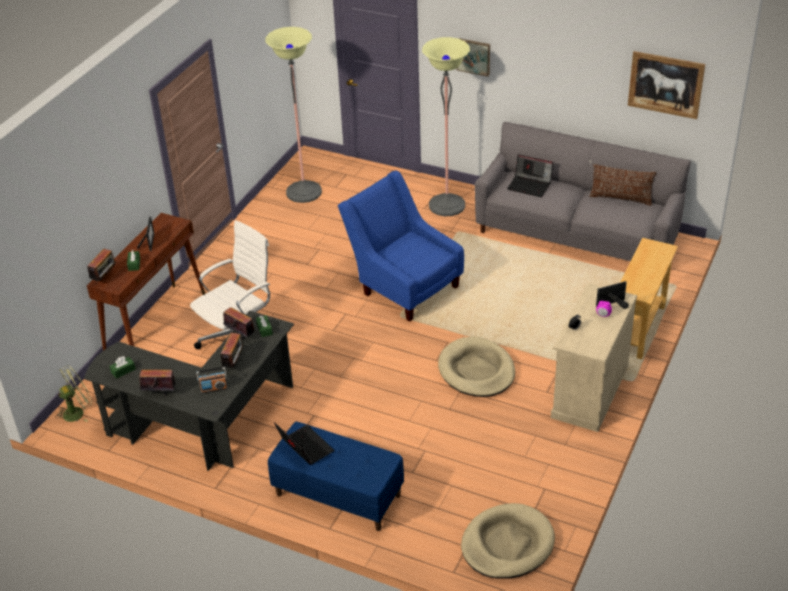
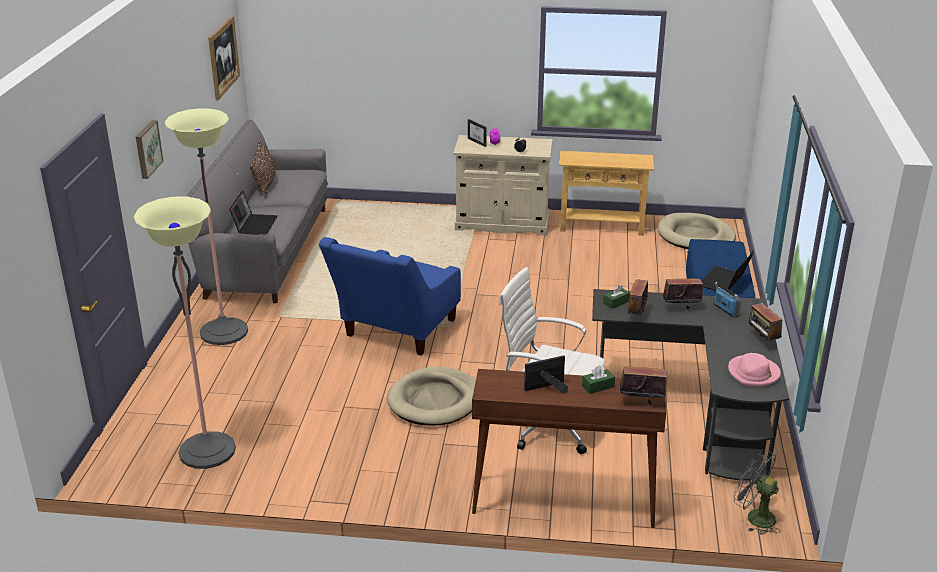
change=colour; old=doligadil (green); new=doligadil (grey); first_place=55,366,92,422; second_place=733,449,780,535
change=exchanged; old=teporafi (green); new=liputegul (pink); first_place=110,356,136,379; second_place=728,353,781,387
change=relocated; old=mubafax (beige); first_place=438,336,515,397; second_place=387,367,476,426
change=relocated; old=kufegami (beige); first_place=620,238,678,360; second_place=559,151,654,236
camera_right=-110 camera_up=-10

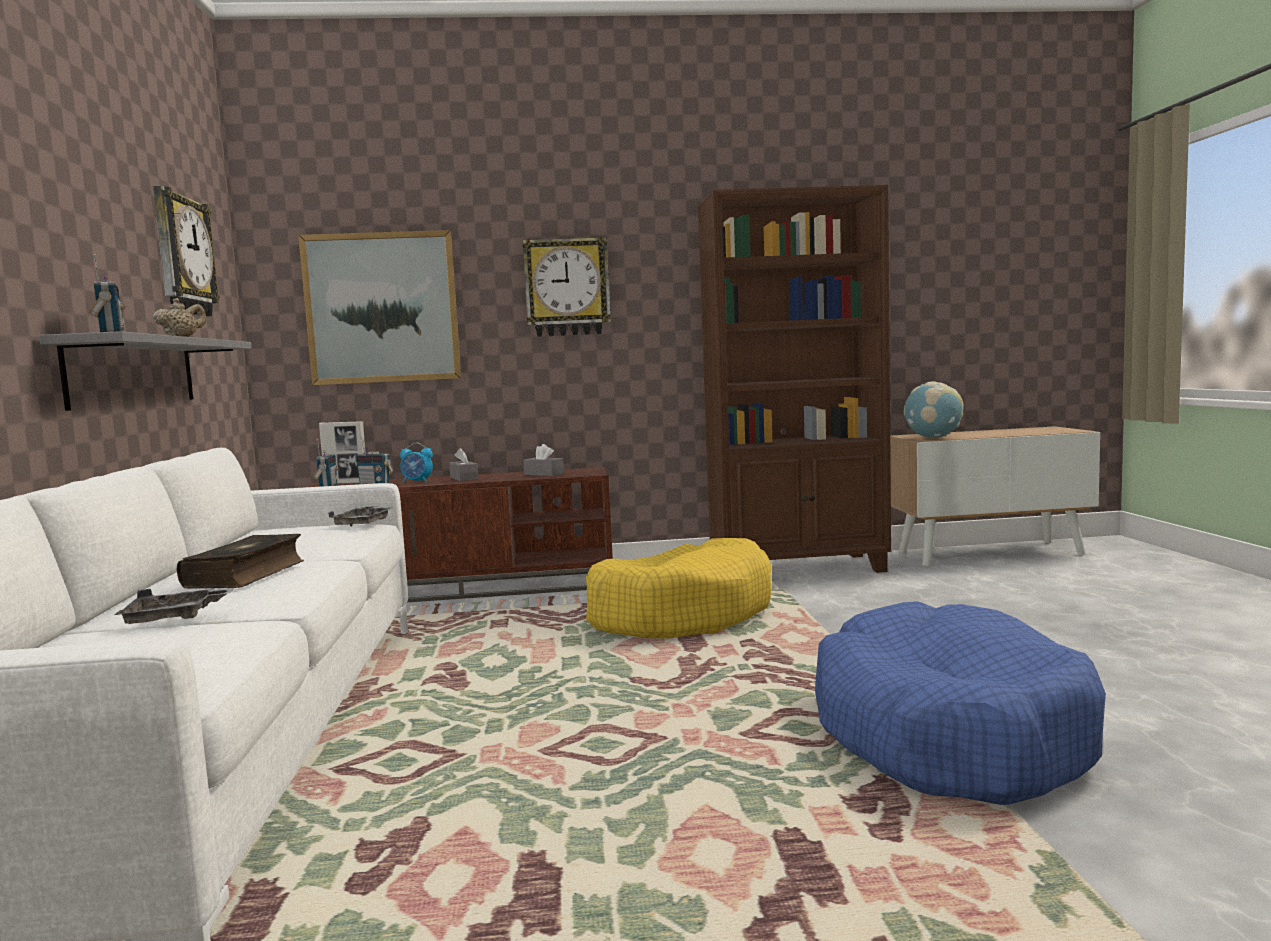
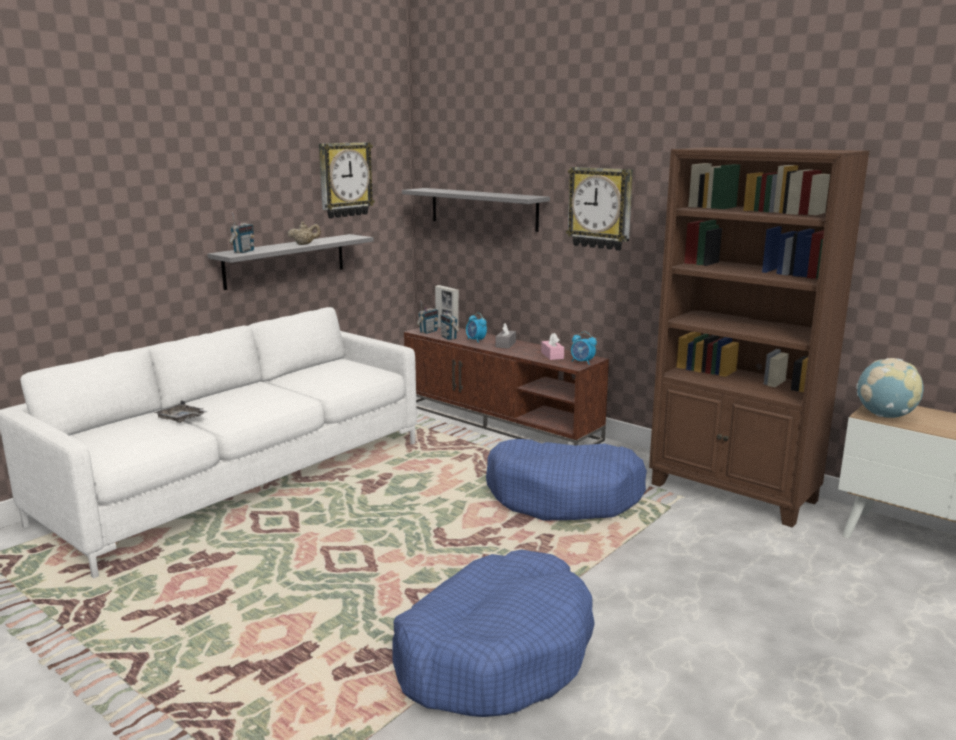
change=missing; old=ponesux; first_place=177,534,304,589
change=exchanged; old=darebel; new=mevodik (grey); first_place=298,230,461,385; second_place=402,188,550,232
change=missing; old=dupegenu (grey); first_place=328,506,394,527
change=colour; old=teporafi (grey); new=teporafi (pink); first_place=523,444,564,476; second_place=541,333,564,360
change=colour; old=mubafax (yellow); new=mubafax (blue); first_place=586,538,772,639; second_place=486,439,647,521
change=appeared; new=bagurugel; second_place=571,332,597,364
camera_right=45 camera_up=10

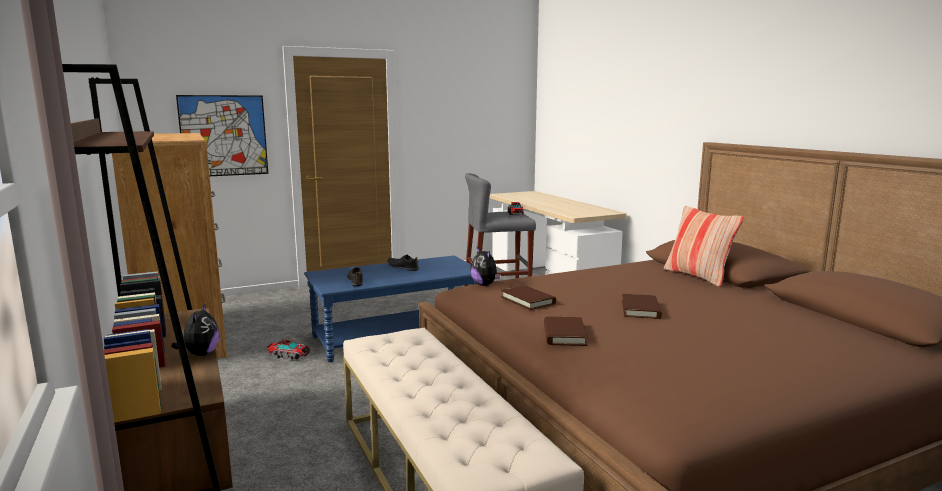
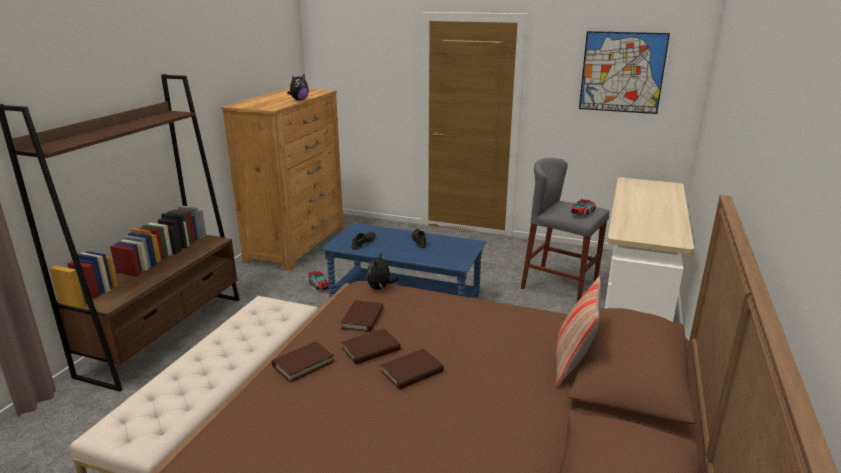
change=relocated; old=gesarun; first_place=171,304,220,356; second_place=287,74,309,100
change=relocated; old=darebel; first_place=176,95,268,176; second_place=579,31,670,114
change=appeared; new=ponesux (brown); second_place=341,328,401,365
camera_right=45 camera_up=10

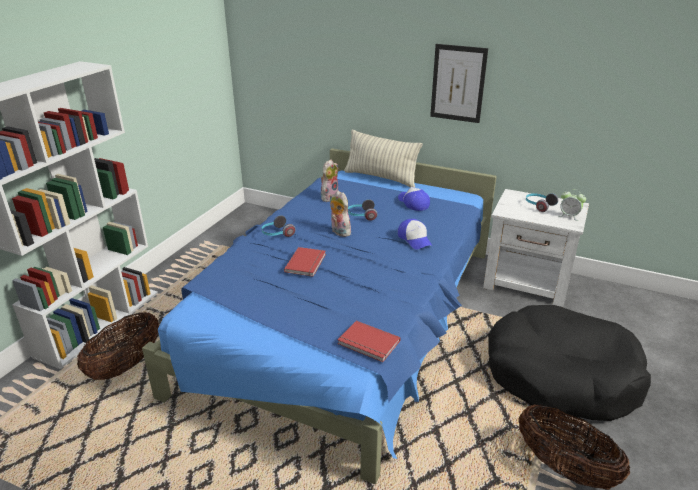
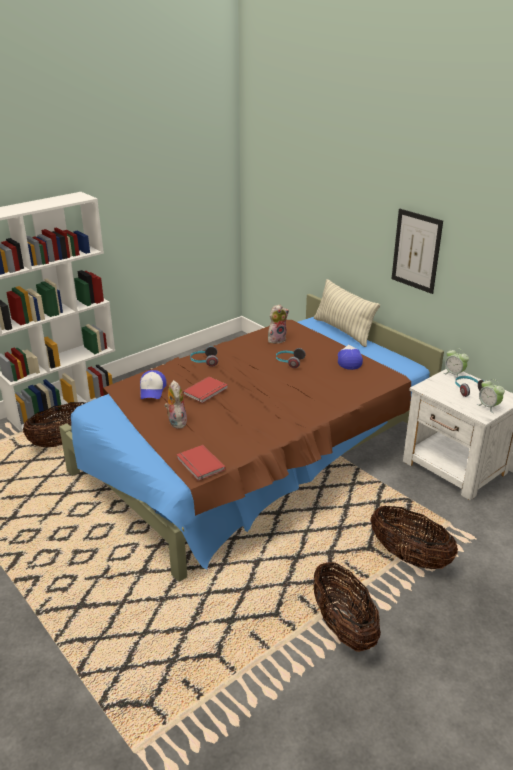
change=colour; old=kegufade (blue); new=kegufade (brown); first_place=142,148,497,484; second_place=59,294,444,582
change=relocated; old=gesarun; first_place=330,191,351,237; second_place=164,380,187,429
change=relocated; old=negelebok; first_place=398,219,432,249; second_place=140,370,167,399
change=exchanged; old=mubafax (black); new=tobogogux; first_place=488,305,651,421; second_place=370,505,458,569
change=appeared; new=bagurugel; second_place=444,348,469,380
camera_right=25 camera_up=0

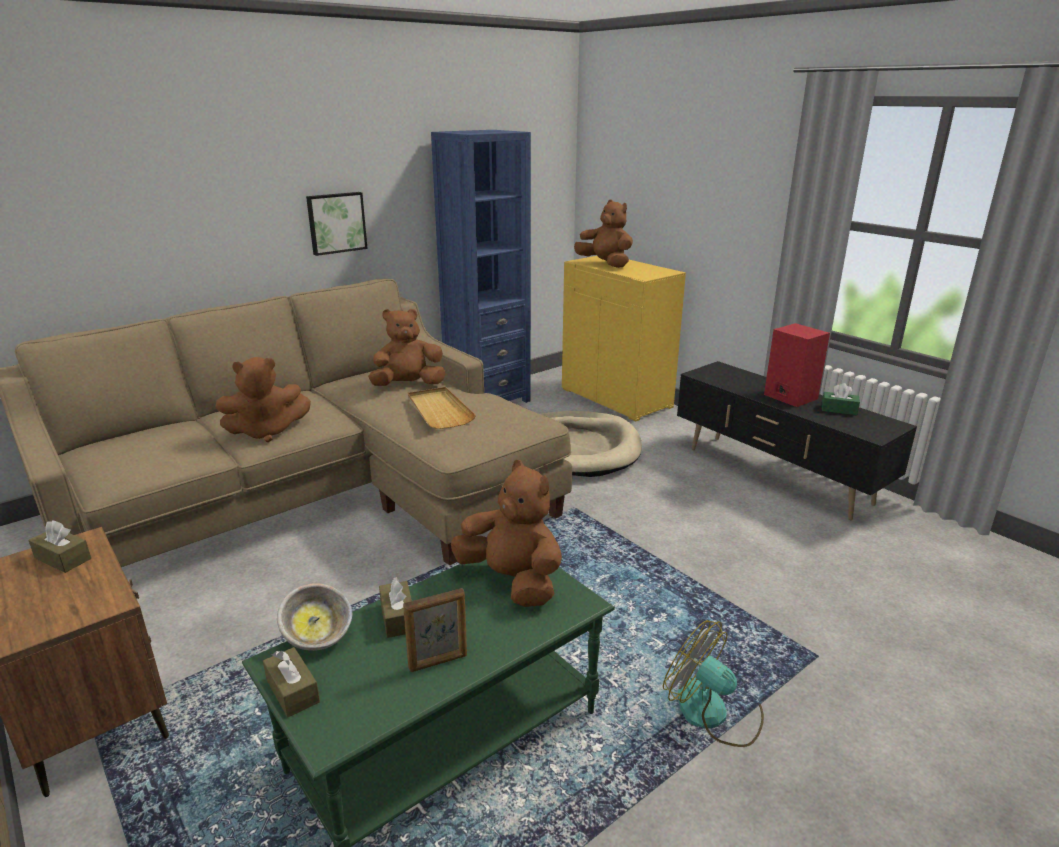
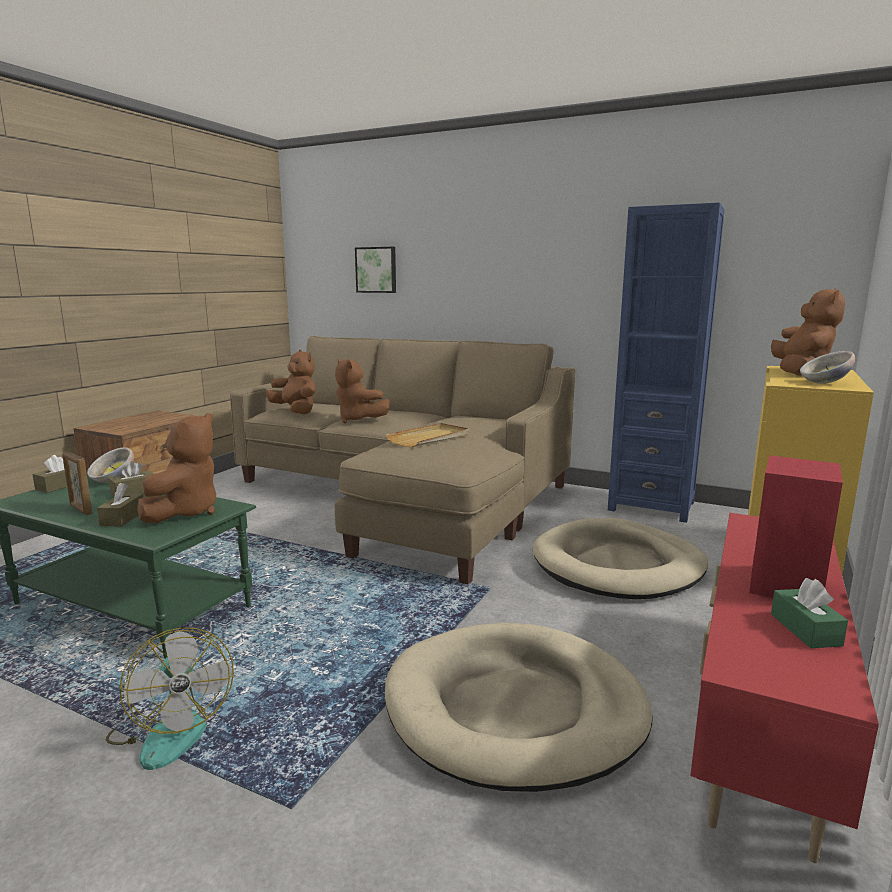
change=relocated; old=teporafi (brown); first_place=28,520,91,573; second_place=97,483,143,527
change=relocated; old=darebel; first_place=306,192,368,256; second_place=355,247,396,293
change=relocated; old=gesarun (brown); first_place=368,309,446,386; second_place=265,350,316,414
change=spun; old=doligadil; first_place=663,620,764,747; second_place=106,627,234,770; degrees=135
change=colour; old=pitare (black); new=pitare (red); first_place=677,361,917,520; second_place=690,513,879,863
change=appeared; new=mubafax (beige); second_place=385,623,652,792
change=appeared; new=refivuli; second_place=800,351,855,384
camera_right=65 camera_up=-10

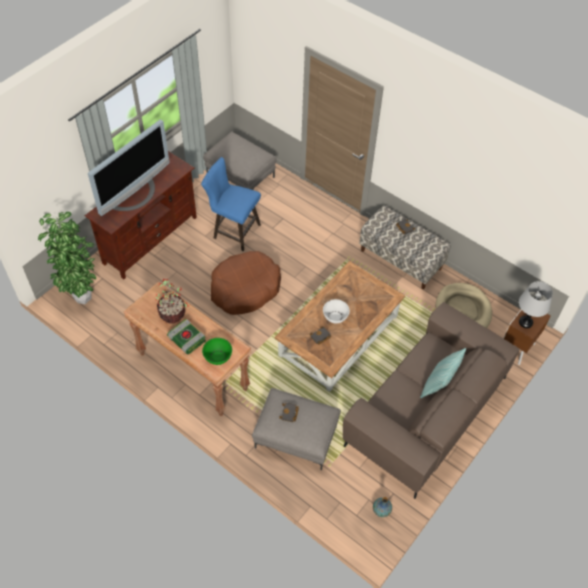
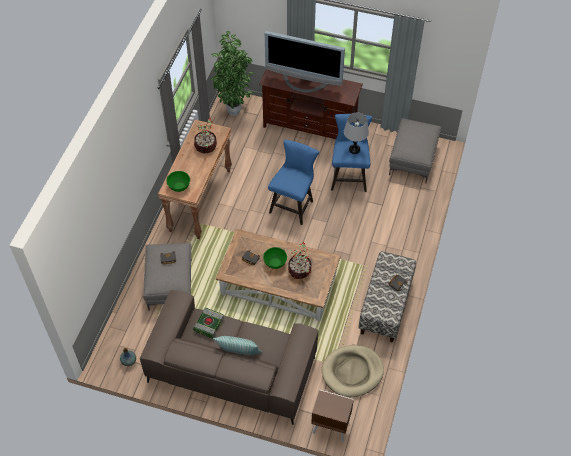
change=relocated; old=ponesux; first_place=167,319,206,355; second_place=193,308,224,338
change=exchanged; old=mubafax (brown); new=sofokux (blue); first_place=211,251,281,315; second_place=268,139,319,225
change=colour; old=refivuli (white); new=refivuli (green); first_place=323,299,350,323; second_place=263,247,287,269
change=relocated; old=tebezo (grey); first_place=519,281,553,328; second_place=344,113,369,154
change=appeared; new=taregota; second_place=288,242,311,279
camera_right=70 camera_up=0

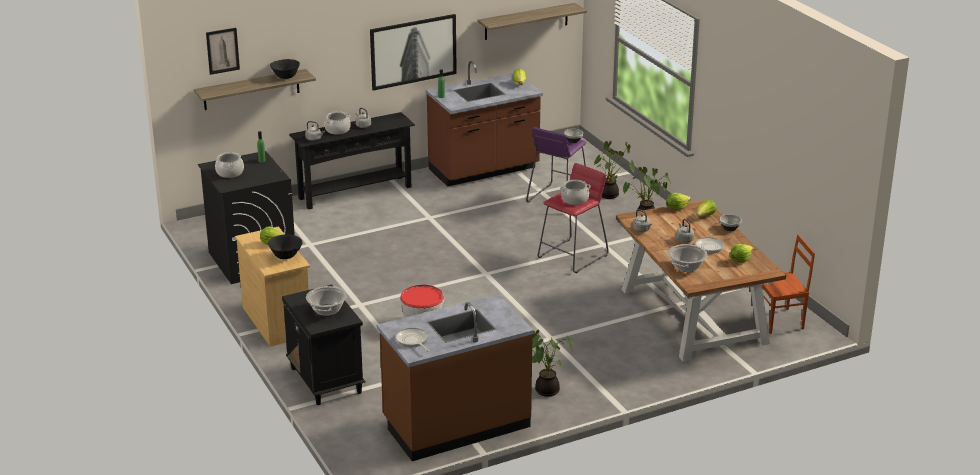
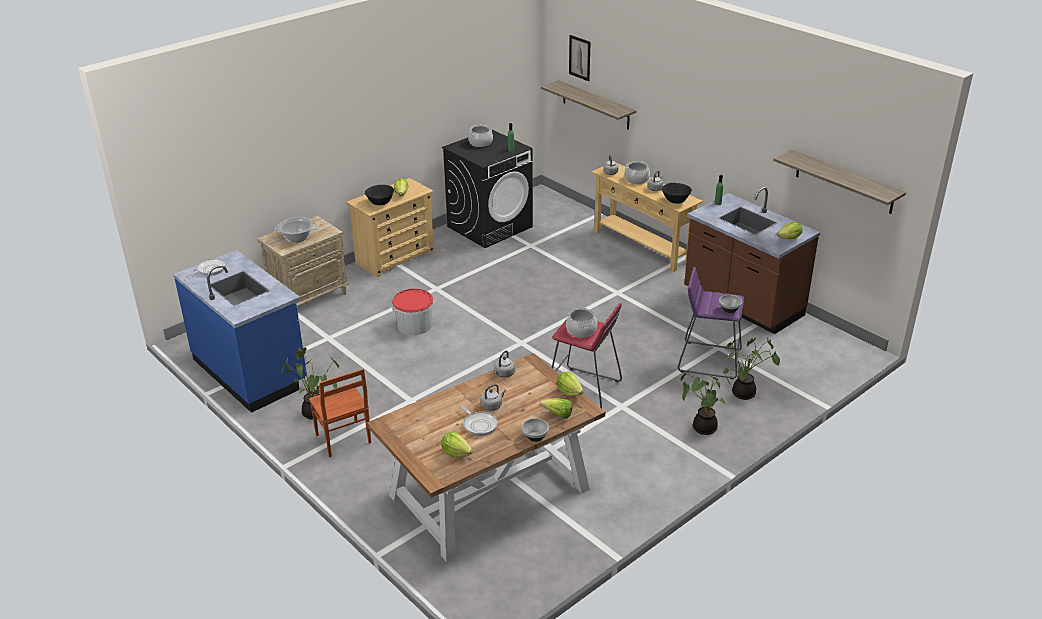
change=relocated; old=refivuli (black); first_place=270,59,300,79; second_place=662,183,692,204
change=colour; old=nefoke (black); new=nefoke (beige); first_place=282,285,366,405; second_place=258,216,350,306
change=colour; old=kufegami (black); new=kufegami (beige); first_place=289,112,415,210; second_place=591,163,703,272
change=missing; old=darebel; first_place=370,14,457,91
change=colour; old=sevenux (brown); new=sevenux (blue); first_place=377,294,534,461; second_place=173,250,307,413
change=missing; old=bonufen; first_place=668,244,708,272
change=relocated; old=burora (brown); first_place=762,234,815,334; second_place=309,369,371,457
camera_right=75 camera_up=5

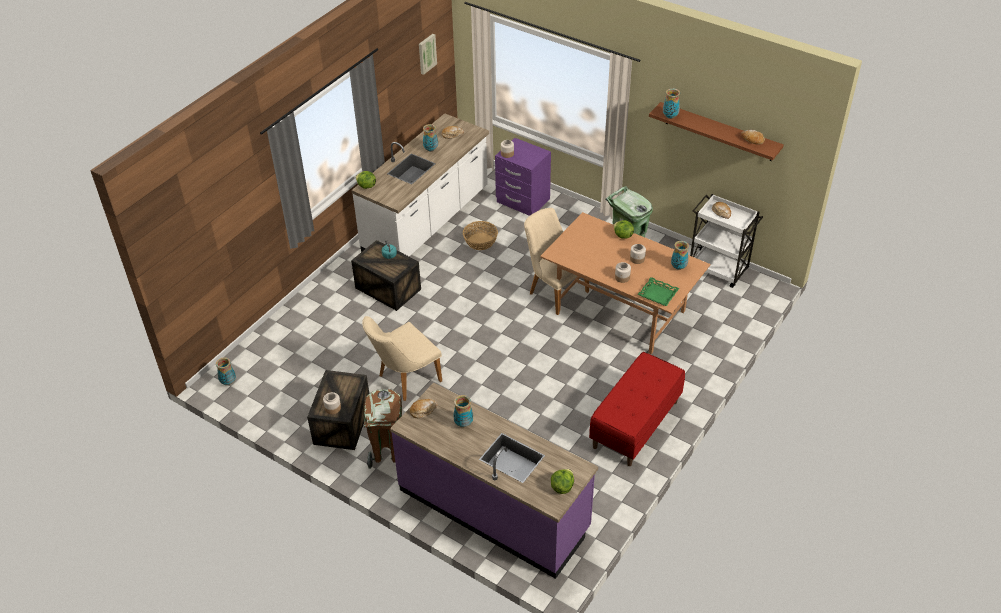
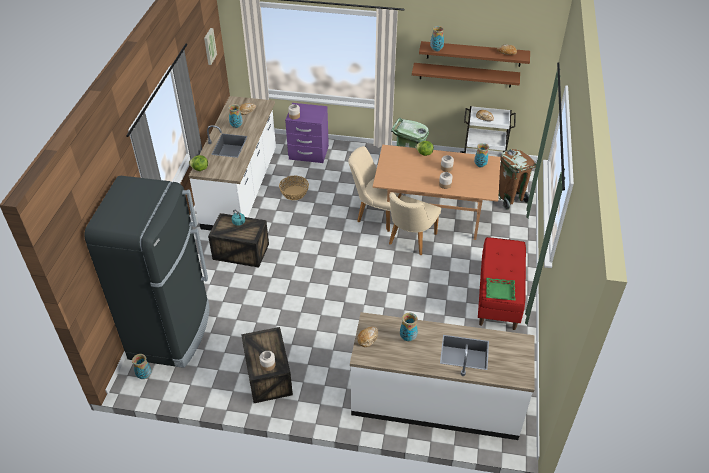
change=relocated; old=burora (beige); first_place=362,316,442,401; second_place=389,193,441,255
change=relocated; old=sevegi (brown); first_place=364,389,402,469; second_place=498,149,536,210
change=colour; old=sevenux (purple); new=sevenux (white); first_place=390,383,598,579; second_place=350,312,535,440
change=missing; old=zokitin; first_place=551,469,574,494
change=relocated; old=dupegenu (green); first_place=637,277,680,306; second_place=486,278,516,300
change=appeared; new=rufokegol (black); second_place=85,176,209,368
change=appeared; new=mevodik (brown); second_place=412,63,520,88
camera_right=-25 camera_up=0

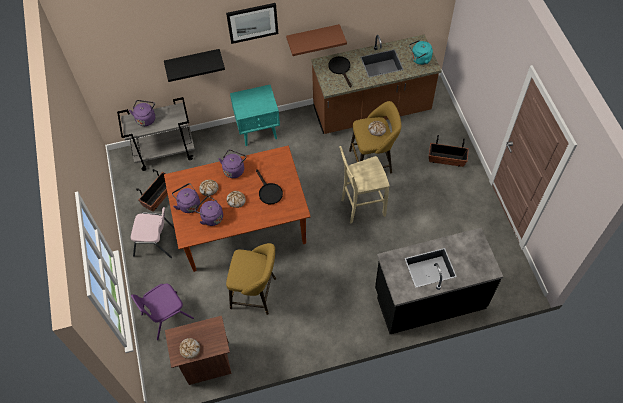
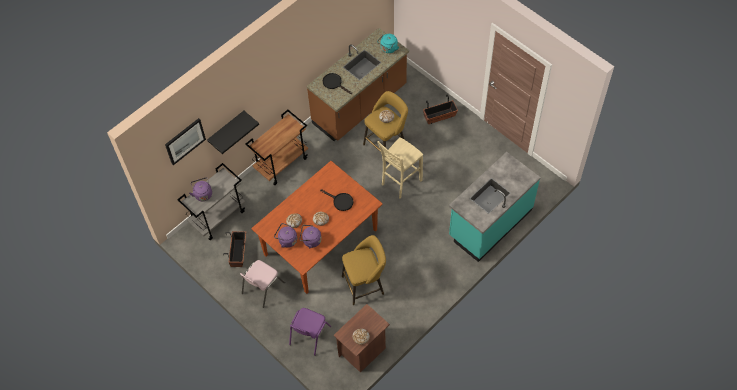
change=spun; old=burora (pink); first_place=131,207,175,258; second_place=240,260,285,308; degrees=150
change=missing; old=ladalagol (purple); first_place=219,149,247,178
change=relocated; old=darebel; first_place=226,3,278,44; second_place=165,118,206,165
change=exchanged; old=nefoke (turquoise); new=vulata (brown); first_place=230,85,280,146; second_place=245,110,308,185
change=missing; old=mevodik (brown); first_place=286,24,347,56
change=colour; old=sevenux (black); new=sevenux (turquoise); first_place=375,228,503,334; second_place=449,152,541,262
camera_right=-30 camera_up=0

